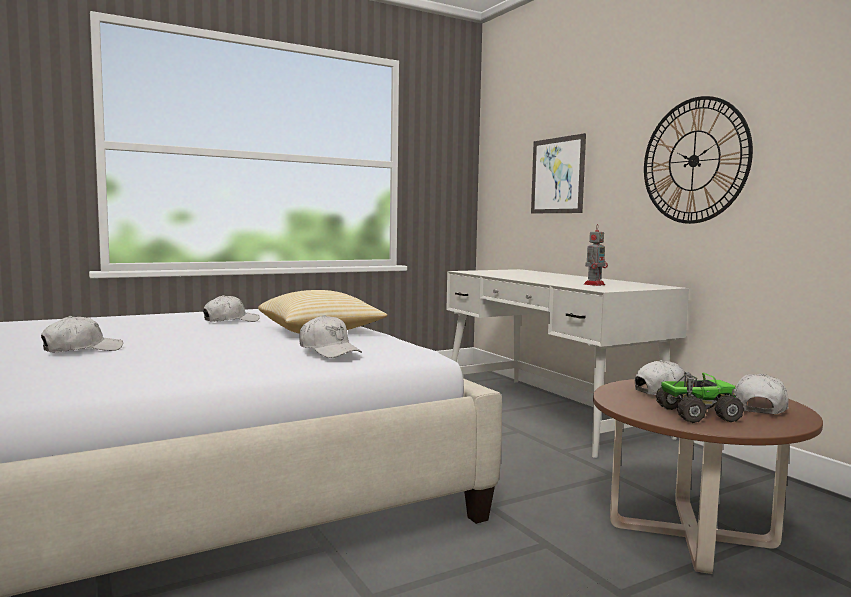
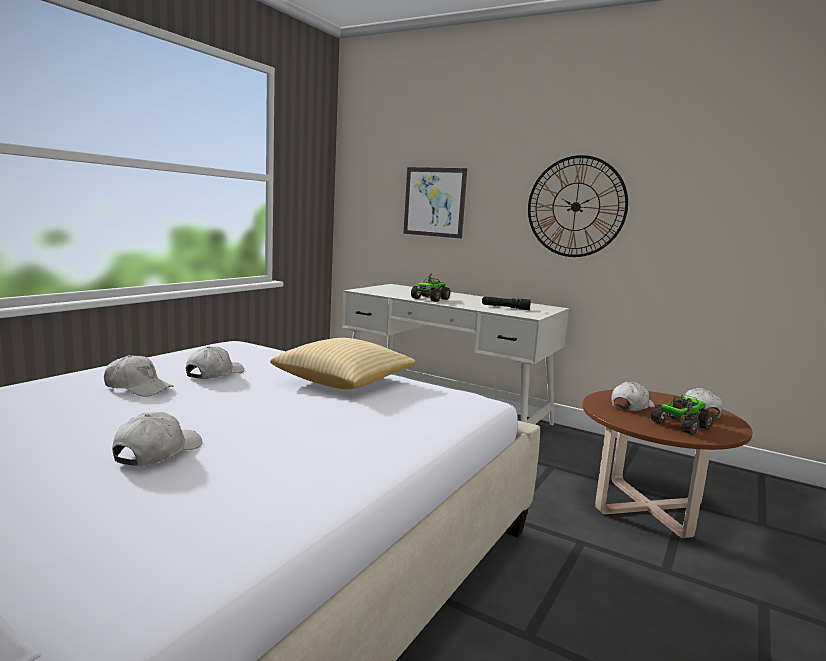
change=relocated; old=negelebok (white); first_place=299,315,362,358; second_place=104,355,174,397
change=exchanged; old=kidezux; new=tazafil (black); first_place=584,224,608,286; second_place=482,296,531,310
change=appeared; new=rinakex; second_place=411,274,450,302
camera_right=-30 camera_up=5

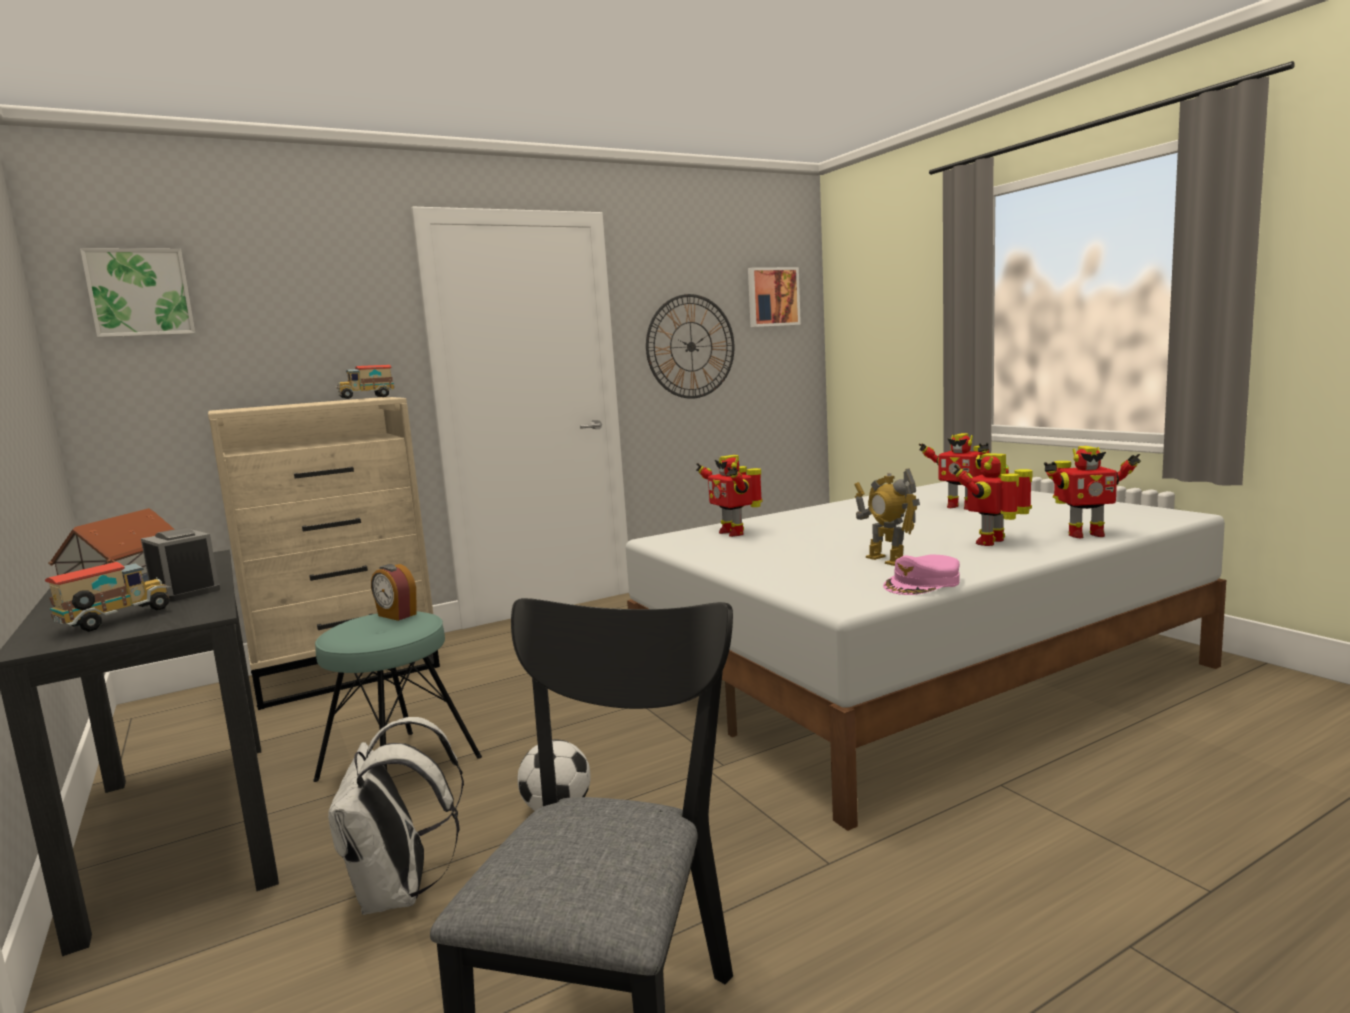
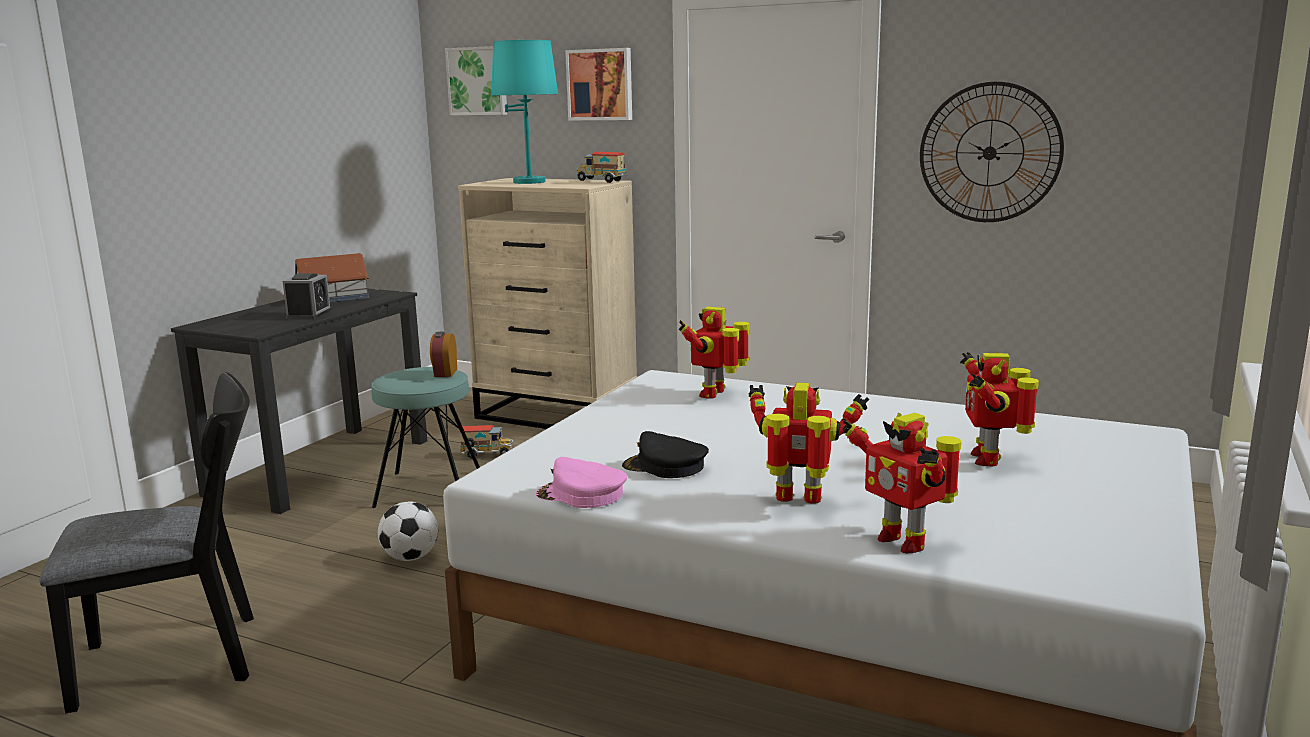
change=relocated; old=rinakex; first_place=45,562,171,632; second_place=460,425,513,459
change=missing; old=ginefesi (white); first_place=328,717,464,915
change=relocated; old=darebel; first_place=748,267,801,327; second_place=565,48,632,120
change=exchanged; old=kidezux; new=negelebok (black); first_place=855,468,920,566; second_place=622,431,709,478
change=appeared; new=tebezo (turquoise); second_place=491,39,558,184
camera_right=55 camera_up=5

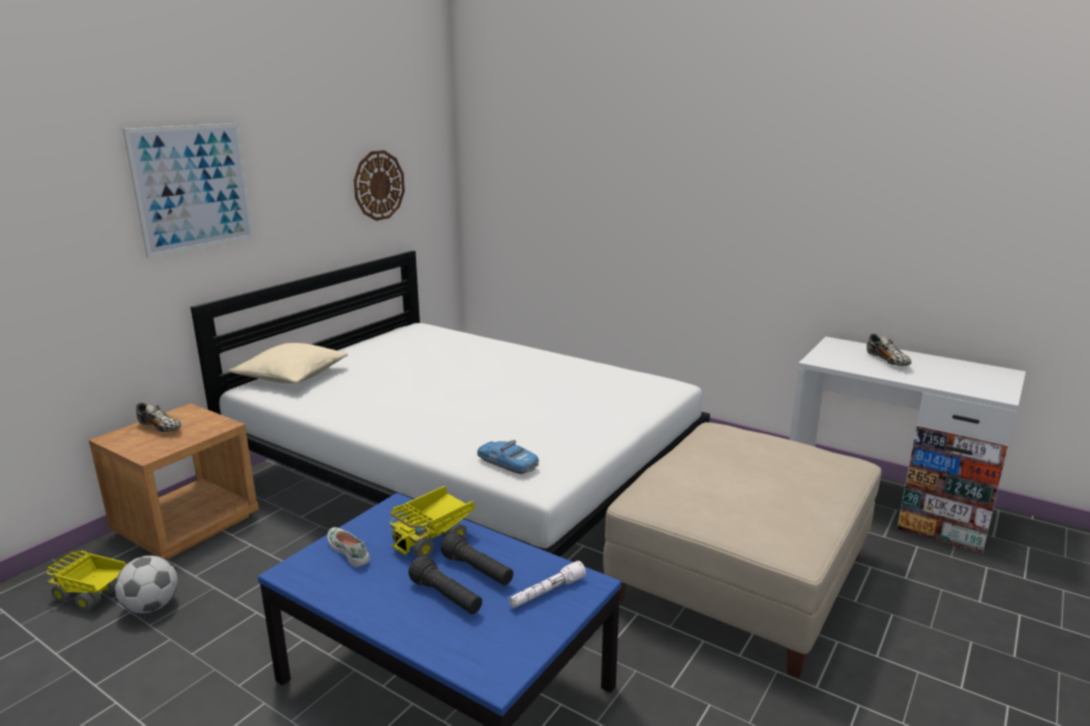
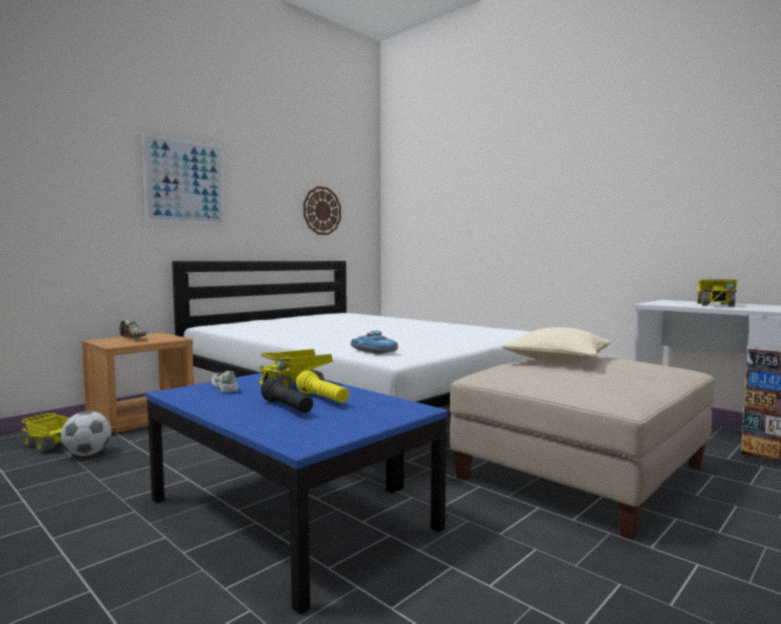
change=relocated; old=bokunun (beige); first_place=229,343,348,383; second_place=502,327,611,364
change=colour; old=tazafil (black); new=tazafil (yellow); first_place=441,532,513,585; second_place=296,371,349,403
change=missing; old=tazafil (white); first_place=509,561,586,608
change=exchanged; old=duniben; new=rinakex; first_place=867,334,912,366; second_place=697,279,737,307
camera_right=10 camera_up=-15

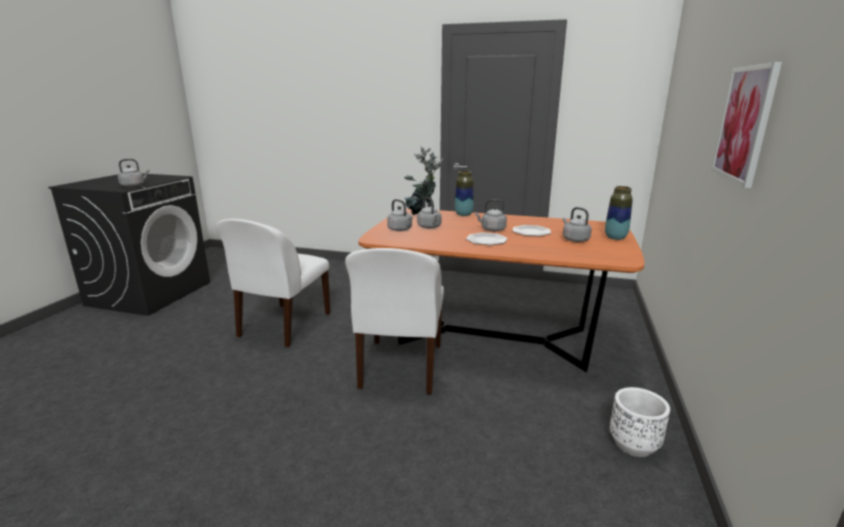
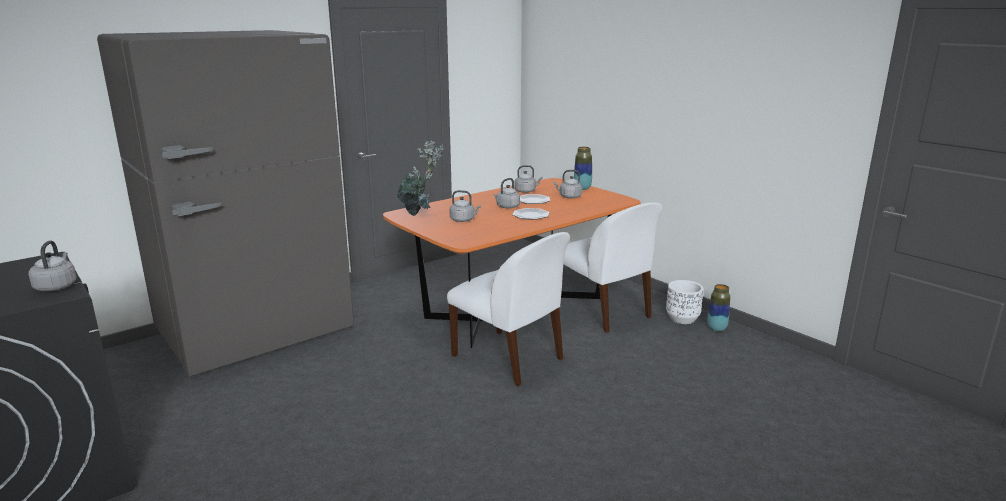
change=relocated; old=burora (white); first_place=216,219,330,347; second_place=563,202,662,333
change=relocated; old=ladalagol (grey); first_place=387,199,413,231; second_place=515,165,543,193
change=relocated; old=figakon; first_place=455,171,474,216; second_place=707,284,730,332
change=missing; old=darebel; first_place=711,62,782,188
change=appeared; new=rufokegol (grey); second_place=97,30,354,376
camera_right=-55 camera_up=0

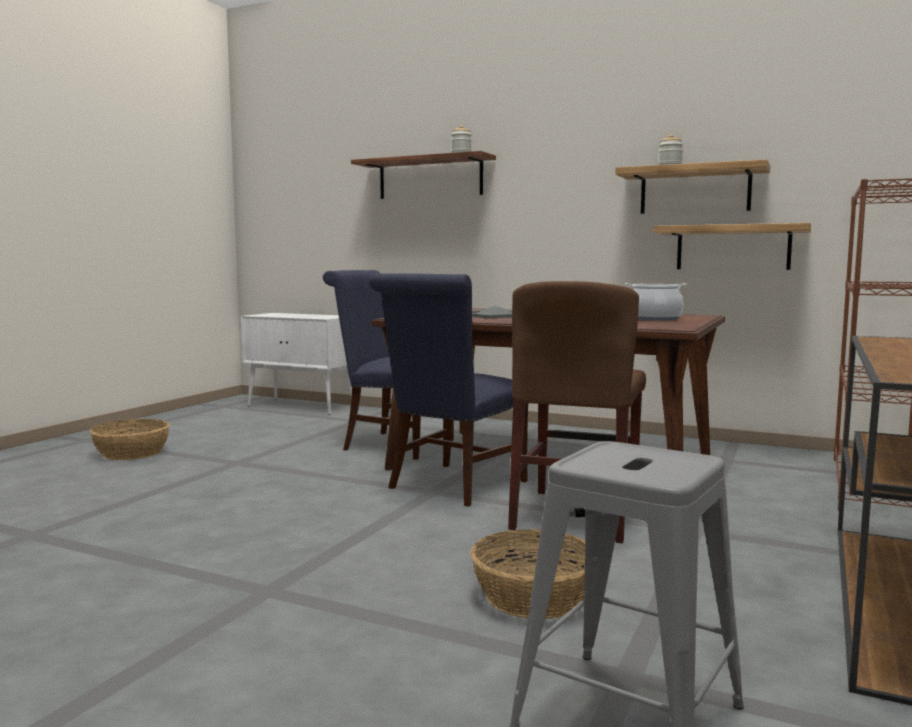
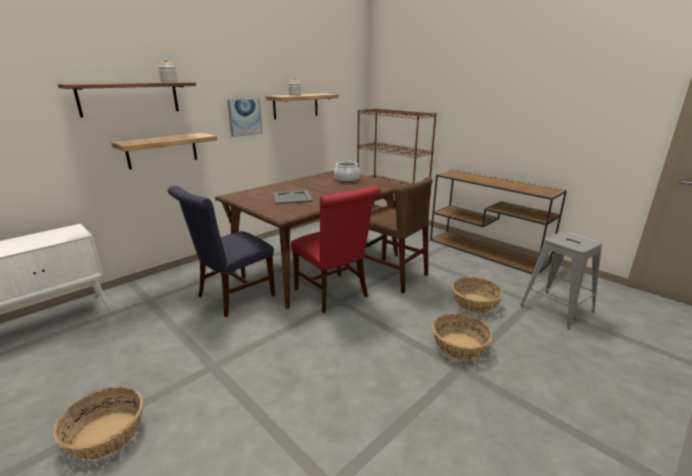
change=colour; old=burora (blue); new=burora (red); first_place=369,273,529,507; second_place=291,186,381,313
change=relocated; old=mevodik; first_place=653,223,811,270; second_place=111,133,217,170
change=appeared; new=darebel; second_place=227,98,262,137
change=appeared; new=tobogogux; second_place=432,313,493,361
camera_right=-70 camera_up=15

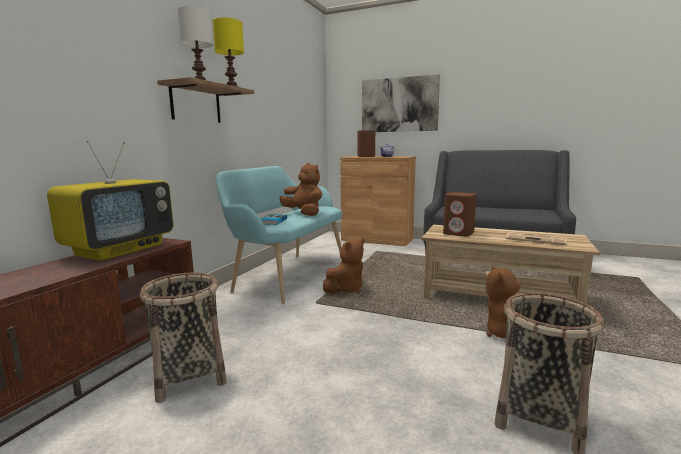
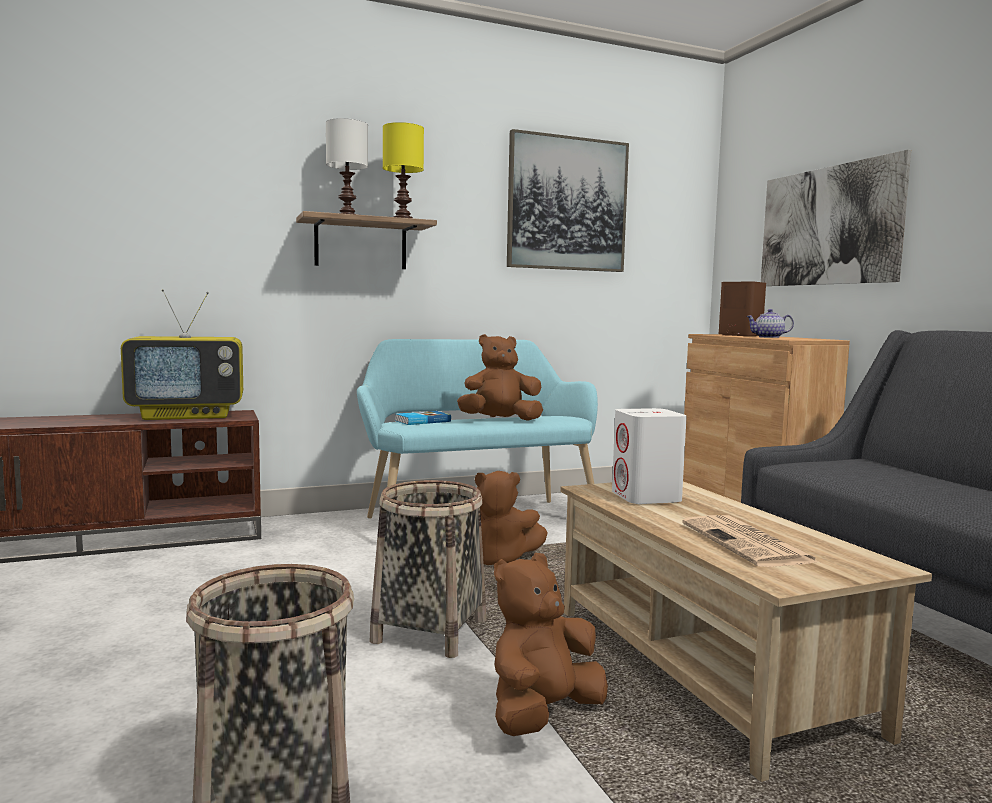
change=relocated; old=tobogogux; first_place=140,272,227,403; second_place=370,480,486,658
change=spun; old=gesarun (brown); first_place=279,163,322,216; second_place=457,334,543,421; degrees=-105
change=colour; old=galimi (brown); new=galimi (white); first_place=443,192,477,237; second_place=612,408,687,504
change=appeared; new=darebel; second_place=507,129,629,272
camera_right=45 camera_up=-5

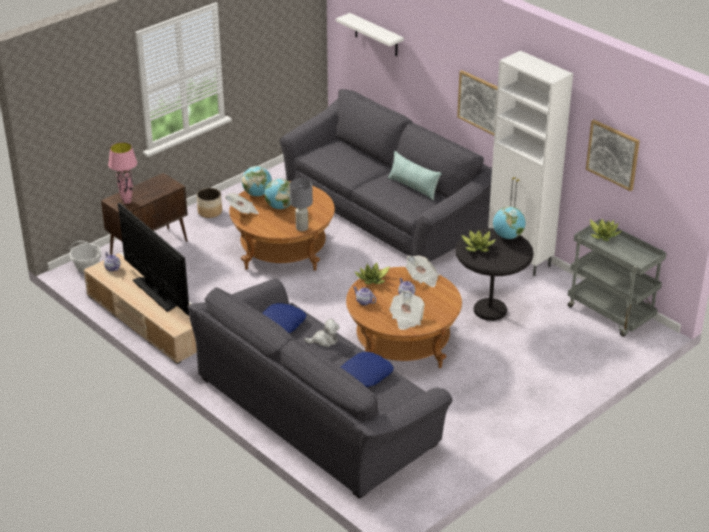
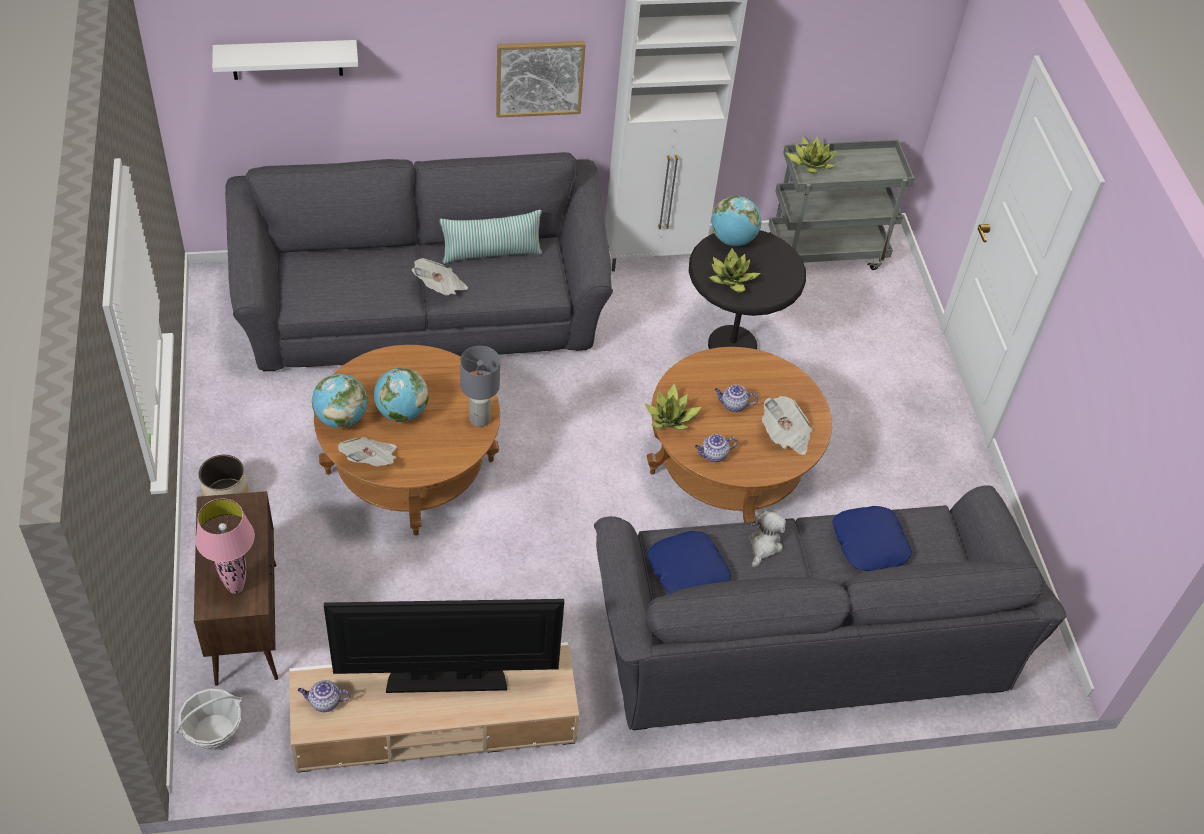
change=relocated; old=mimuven; first_place=406,255,439,287; second_place=411,258,468,296
change=missing; old=darebel; first_place=586,120,640,191
camera_right=-60 camera_up=15

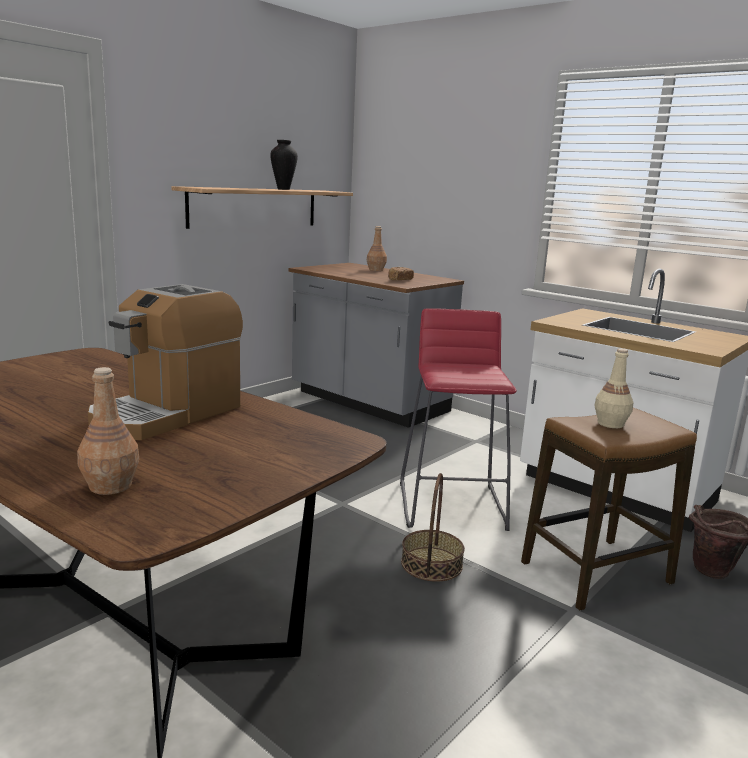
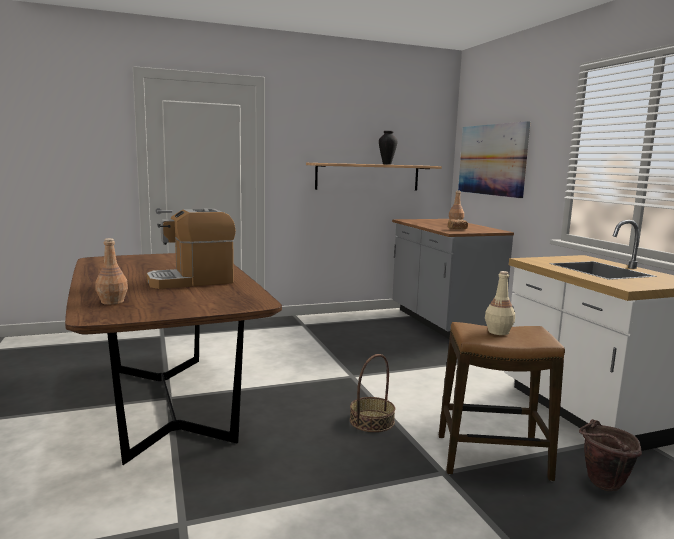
change=missing; old=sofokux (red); first_place=400,308,517,531
change=appeared; new=darebel; second_place=458,121,530,198
camera_right=30 camera_up=-5

